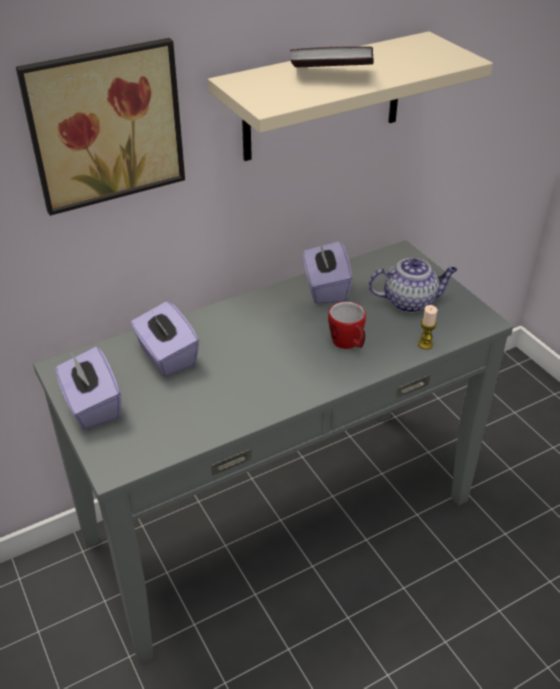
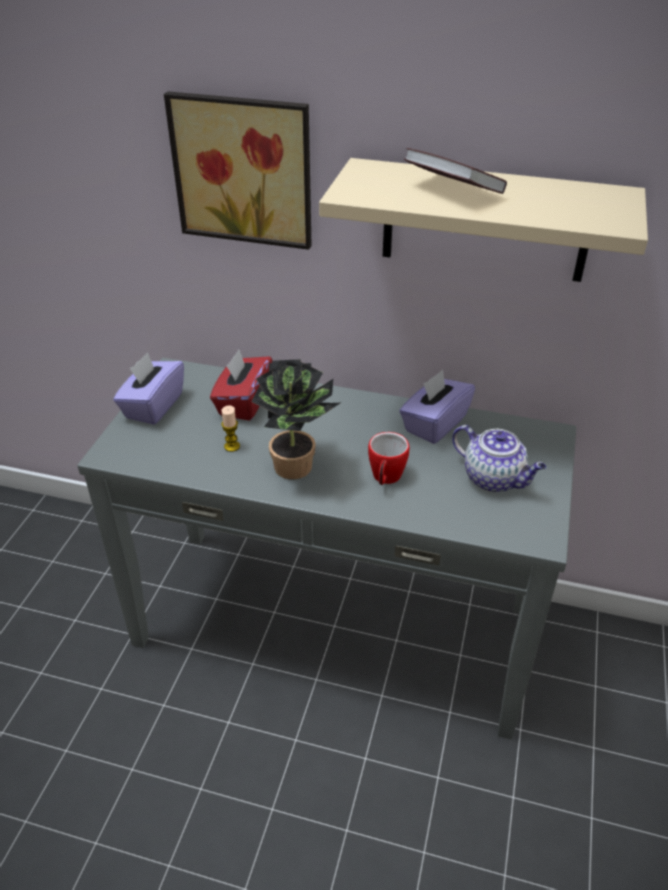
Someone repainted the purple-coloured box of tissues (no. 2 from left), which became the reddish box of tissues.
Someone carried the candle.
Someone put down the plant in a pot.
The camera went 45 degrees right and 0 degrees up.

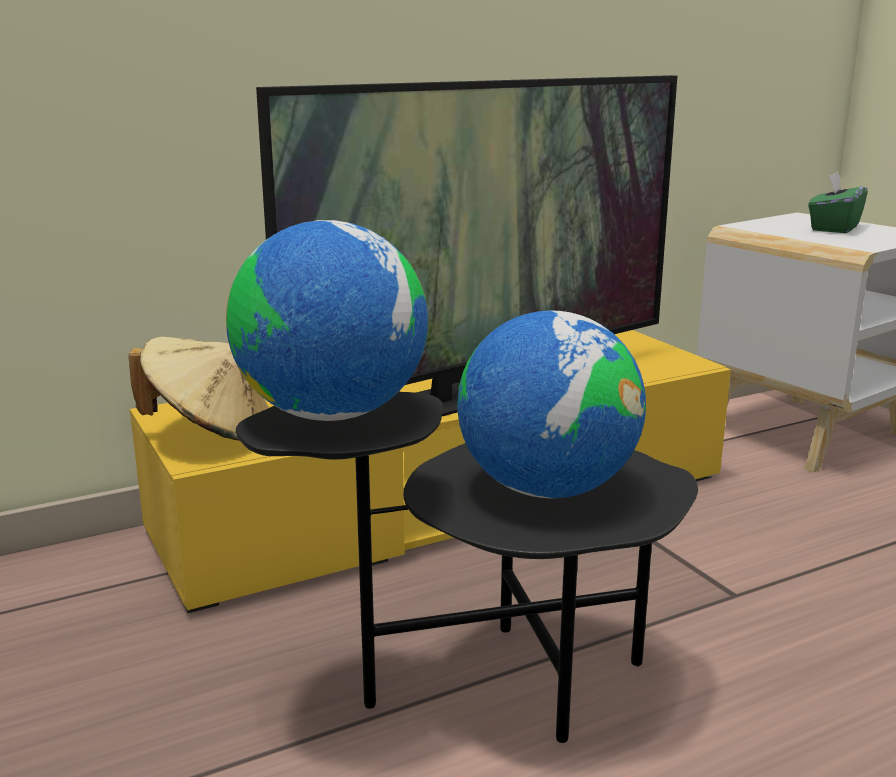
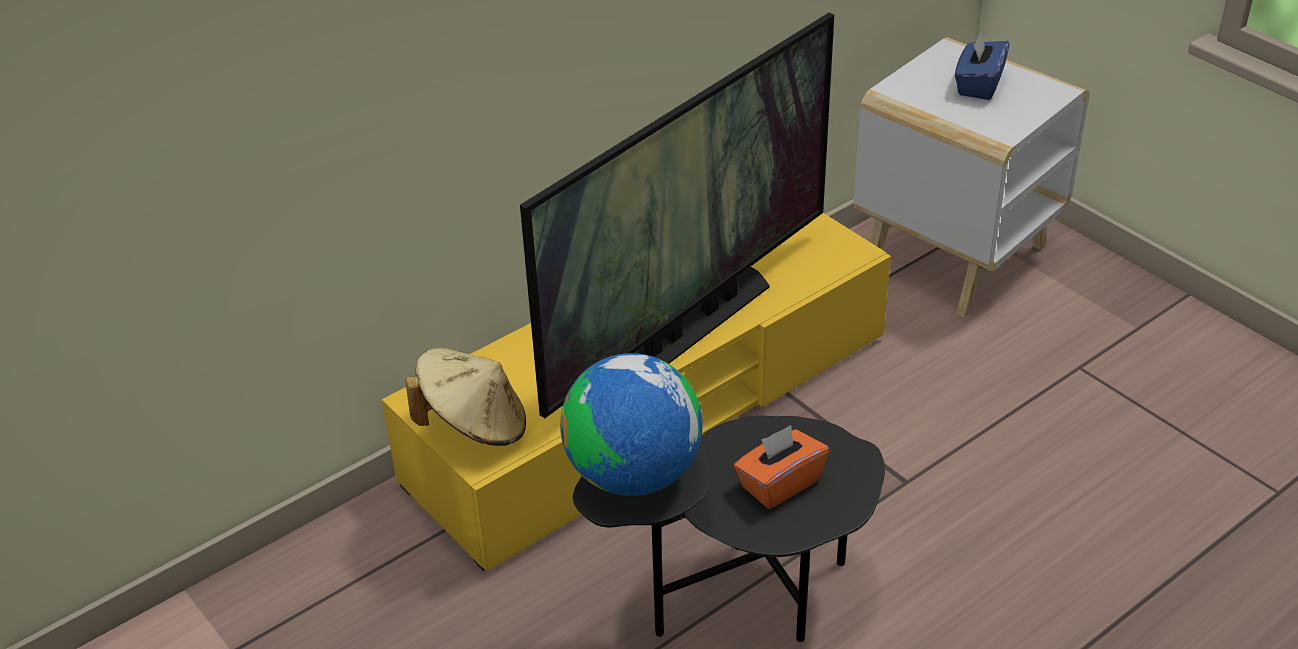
Someone swapped the world globe (no. 2 from left) for the orange-coloured box of tissues.
Someone repainted the greenish box of tissues, which became the blue-coloured box of tissues.
The camera went 10 degrees left and 20 degrees up.

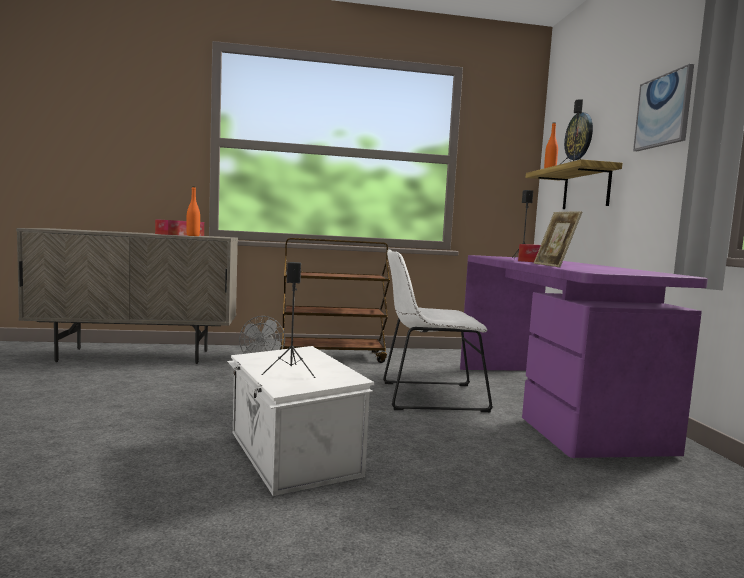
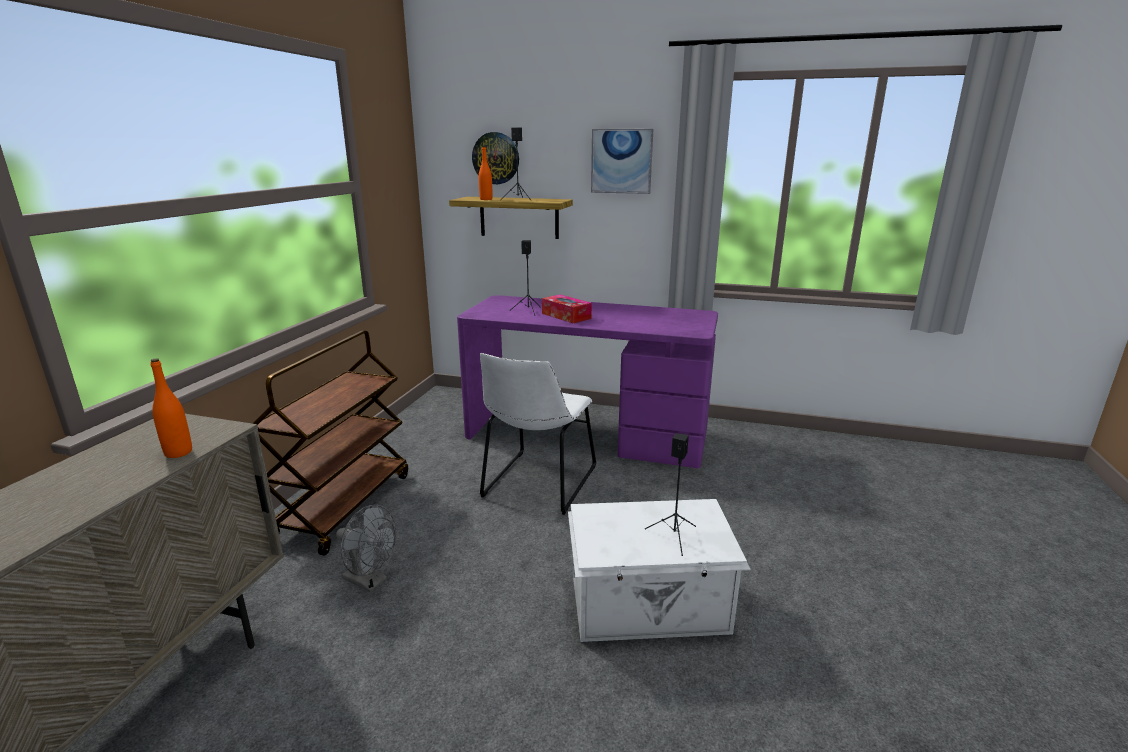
Someone took away the box of tissues (no. 1 from left).
Someone took away the photo frame.
The camera went 65 degrees left and 15 degrees up.

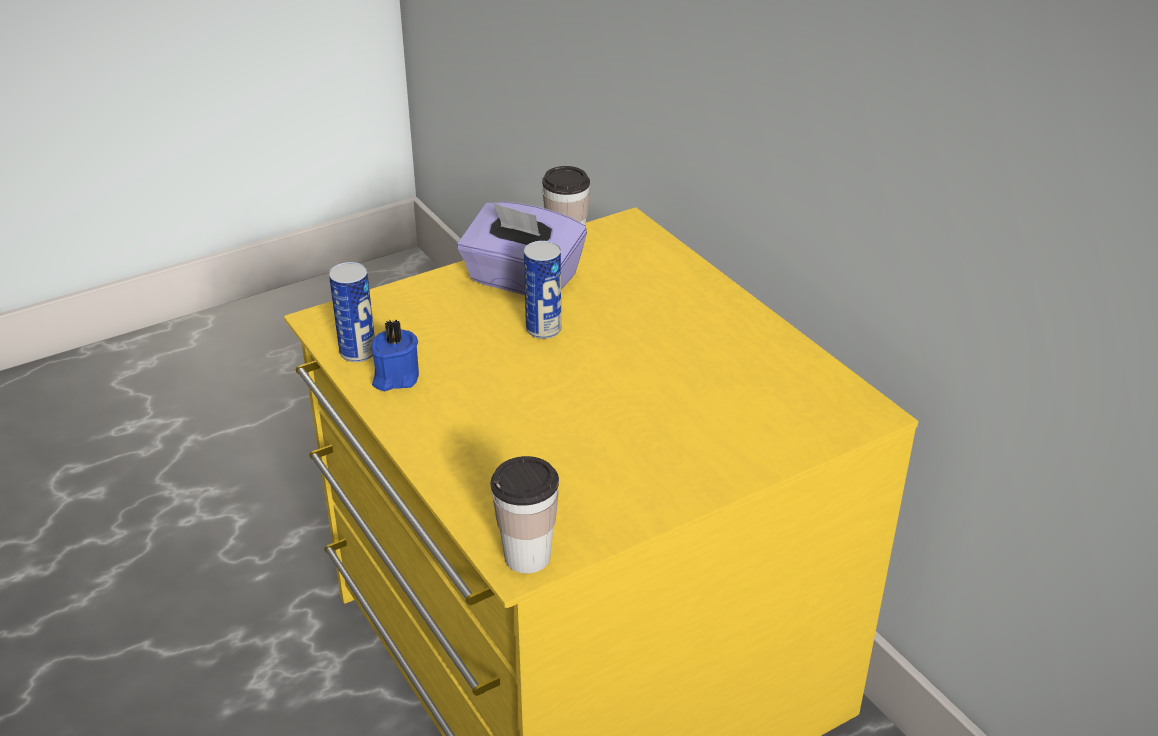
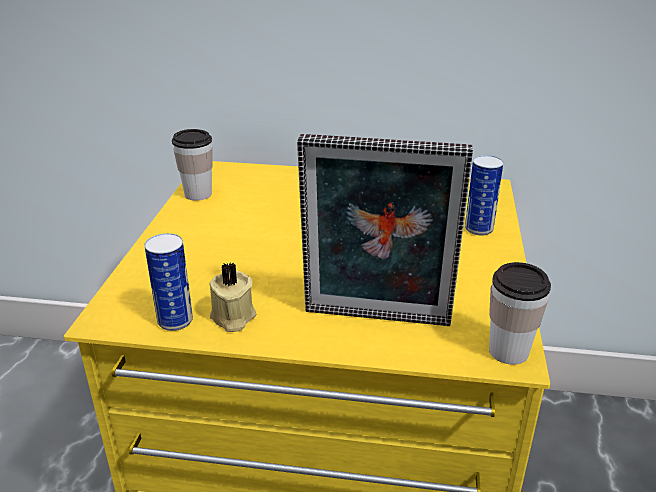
Someone repainted the blue-coloured candle, which became the beige candle.
Someone took away the purple-coloured box of tissues.
Someone carried the can (no. 2 from left).
Someone put down the photo frame.
The camera went 50 degrees left and 5 degrees down.

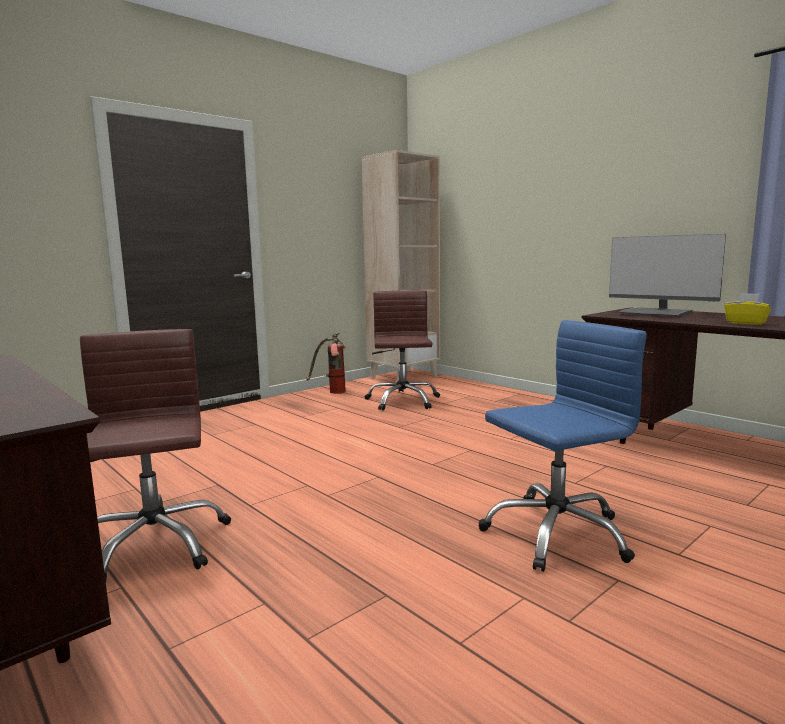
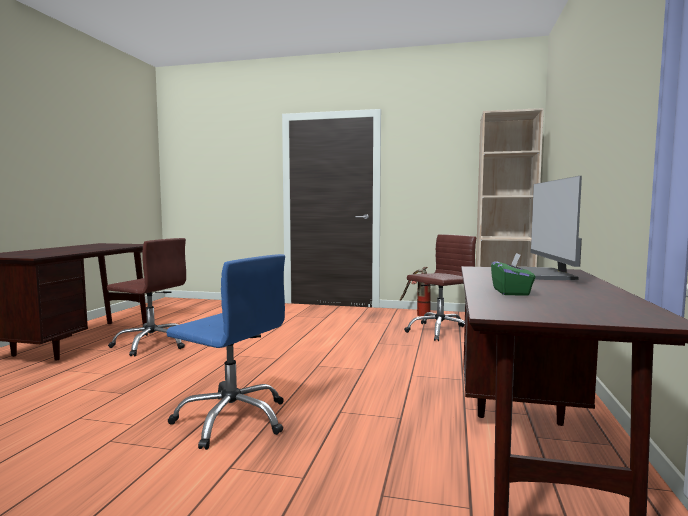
Someone rotated the brown-coloured computer chair (no. 1 from left) by 75 degrees clockwise.
Someone repainted the yellowish box of tissues, which became the greenish box of tissues.
The camera went 55 degrees right and 5 degrees down.

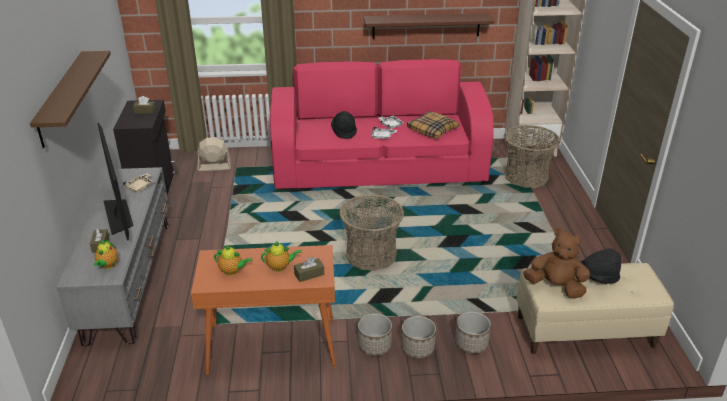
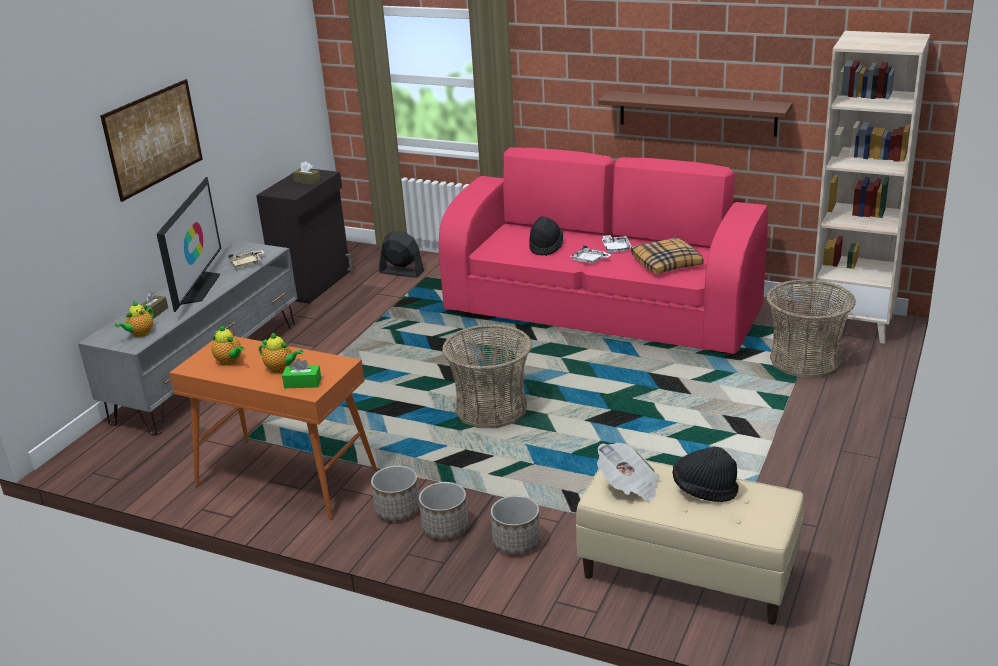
Someone swapped the brown-coloured shelf (no. 1 from left) for the wall picture.
Someone repainted the beige cooling fan, which became the blackish cooling fan.
Someone repainted the brown-coloured box of tissues (no. 3 from left), which became the greenish box of tissues.
Someone swapped the brown-coloured soft toy for the newspaper.
The camera went 30 degrees right and 5 degrees down.

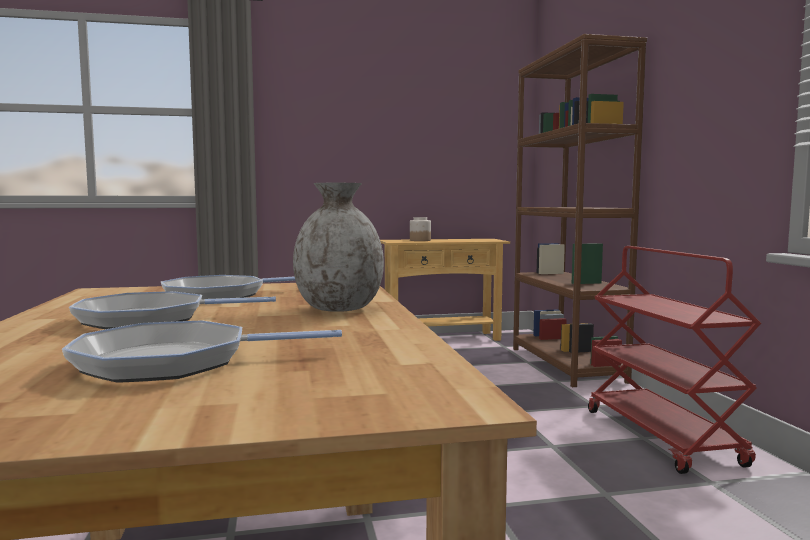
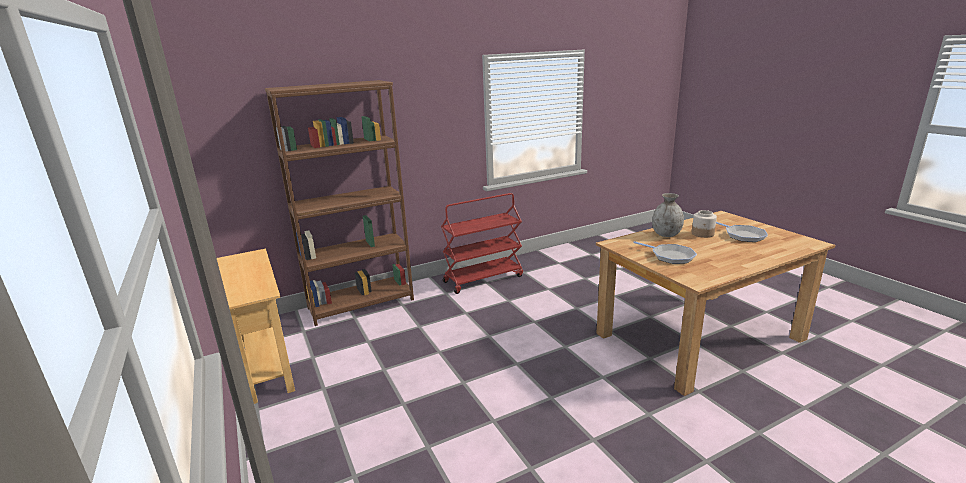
Someone took away the frying pan (no. 1 from left).
Someone carried the jar.
The camera went 105 degrees left and 15 degrees up.

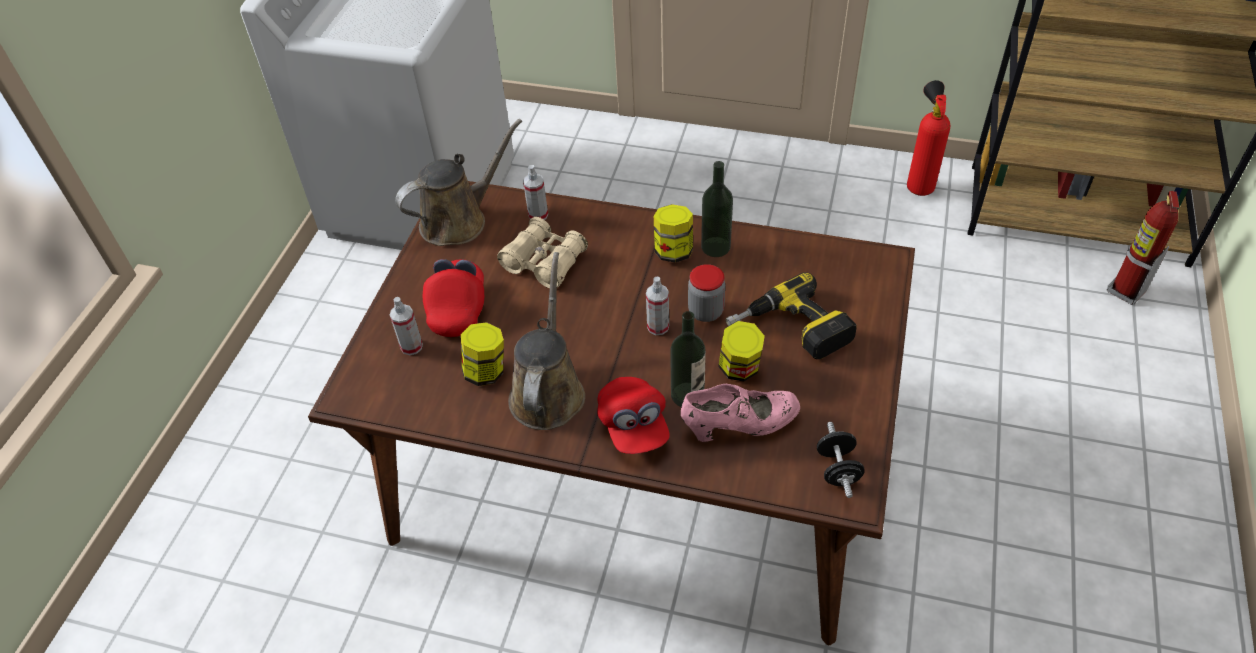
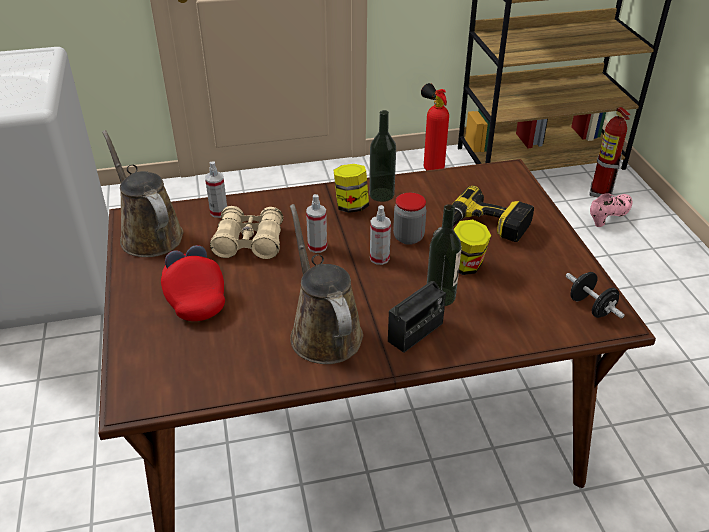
Someone carried the spray bottle (no. 1 from left in the first image).
Someone rotated the brown-coloured watering can (no. 1 from left) by 60 degrees counterclockwise.
Someone took away the jar (no. 1 from left).
Someone swapped the reddish baseball cap (no. 2 from left) for the radio.
Someone carried the pink low shoe.
The camera went 30 degrees left and 10 degrees down.

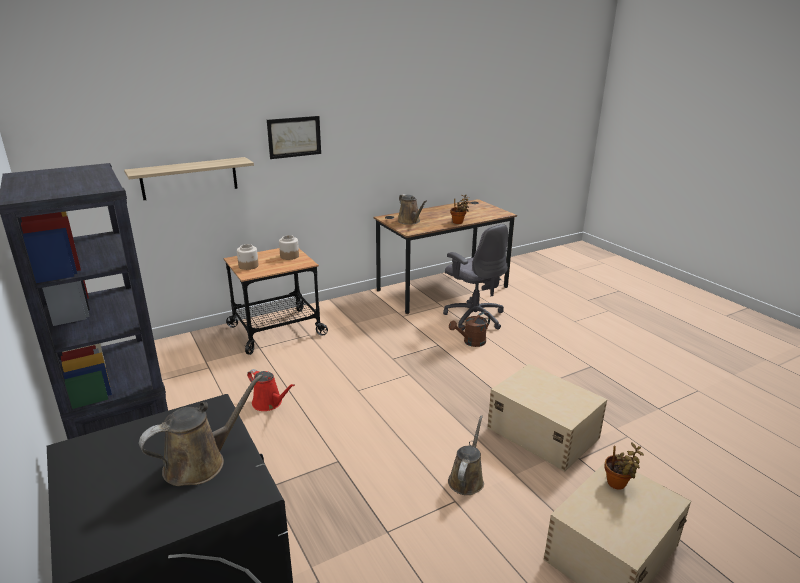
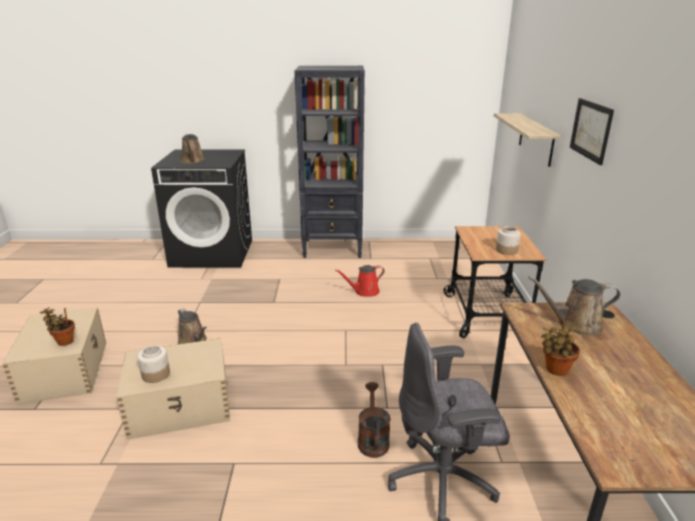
Someone carried the jar (no. 1 from left).
The camera went 120 degrees right and 0 degrees up.

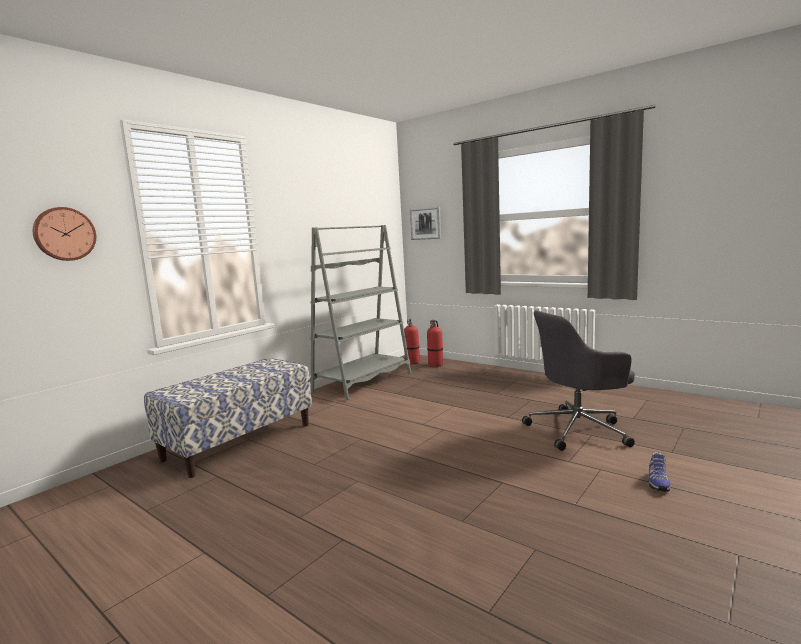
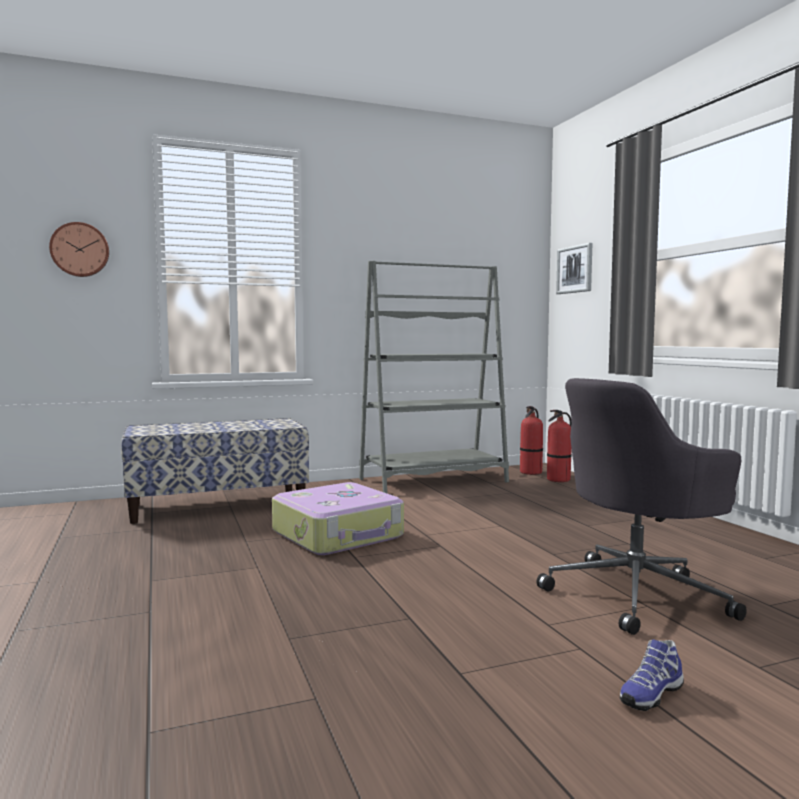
Someone rotated the greyish computer chair by 45 degrees counterclockwise.
Someone put down the travel case.
The camera went 30 degrees right and 5 degrees down.

